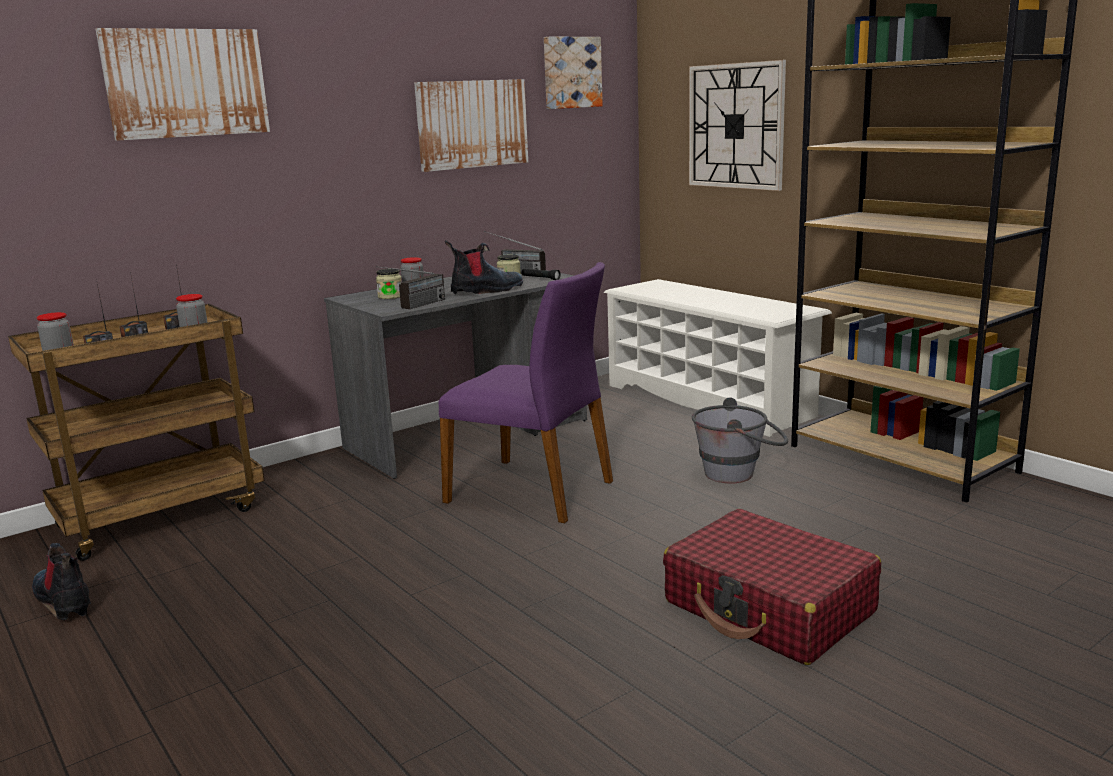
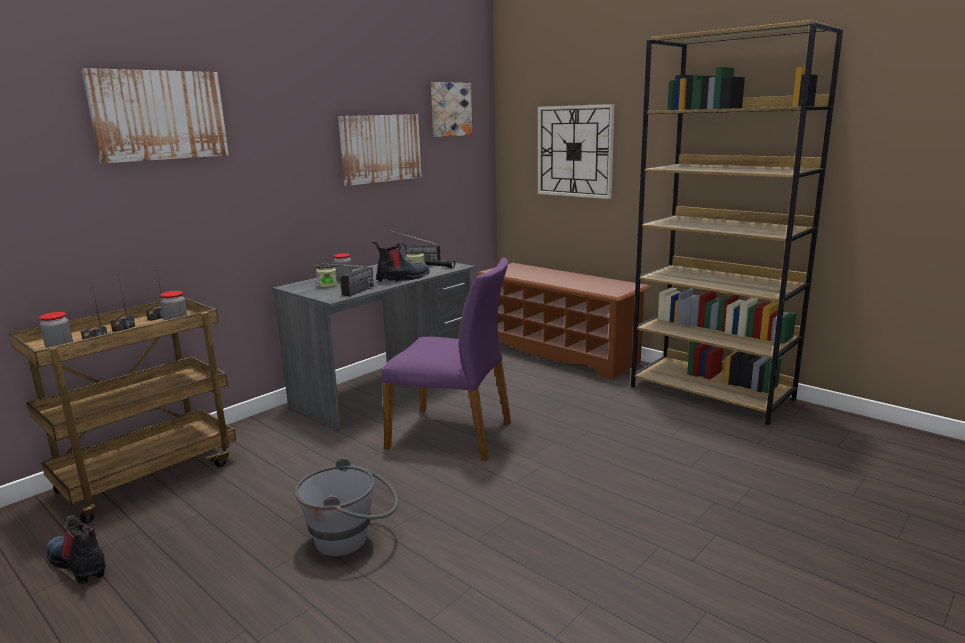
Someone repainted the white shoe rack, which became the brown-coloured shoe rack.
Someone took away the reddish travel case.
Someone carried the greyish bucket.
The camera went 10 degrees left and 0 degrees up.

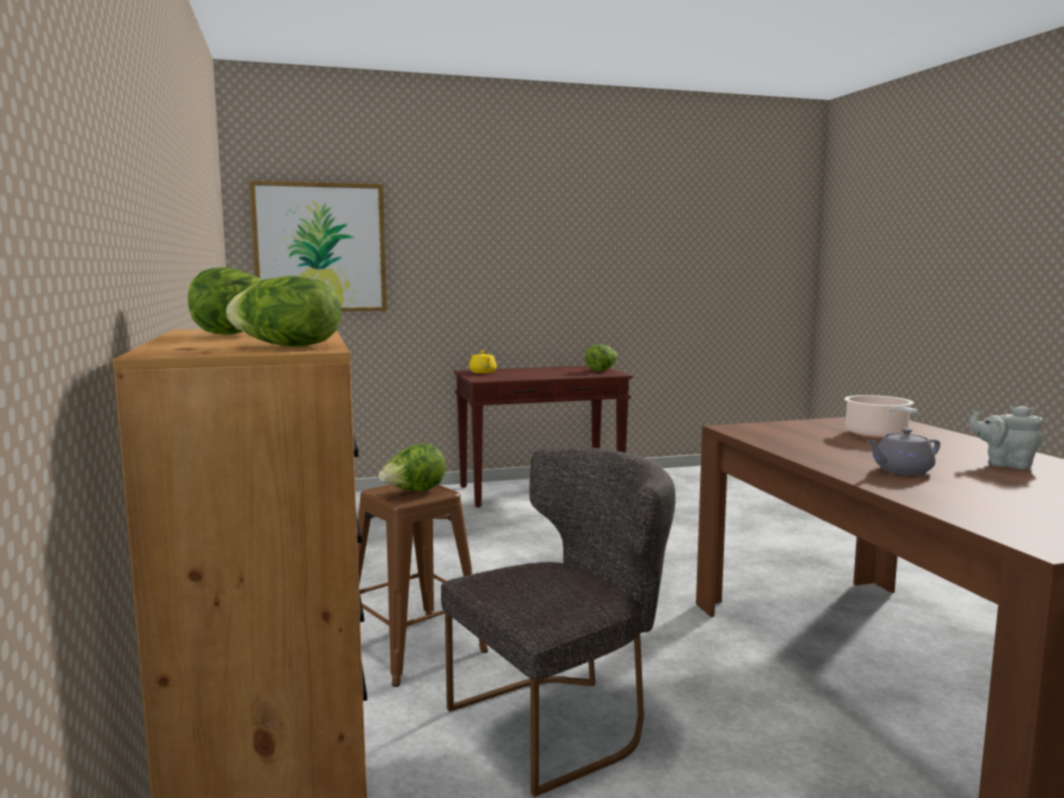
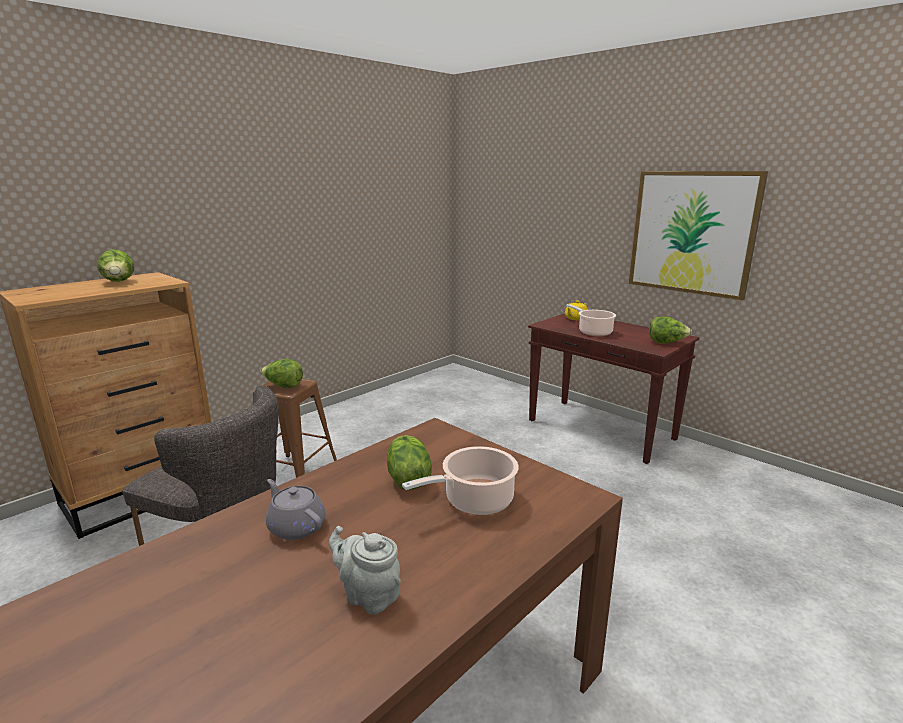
Someone carried the lettuce (no. 2 from left in the first image).
Someone carried the wall picture.
Someone rotated the greyish tea pot (no. 2 from left) by 60 degrees counterclockwise.
Someone put down the cooking pot (no. 2 from left).
The camera went 60 degrees right and 10 degrees up.

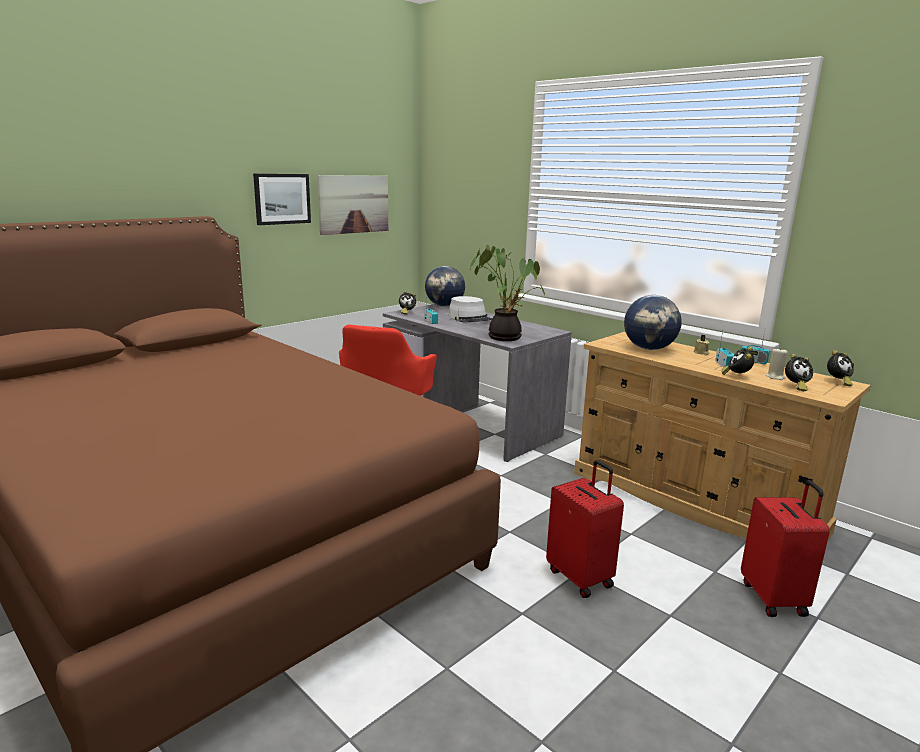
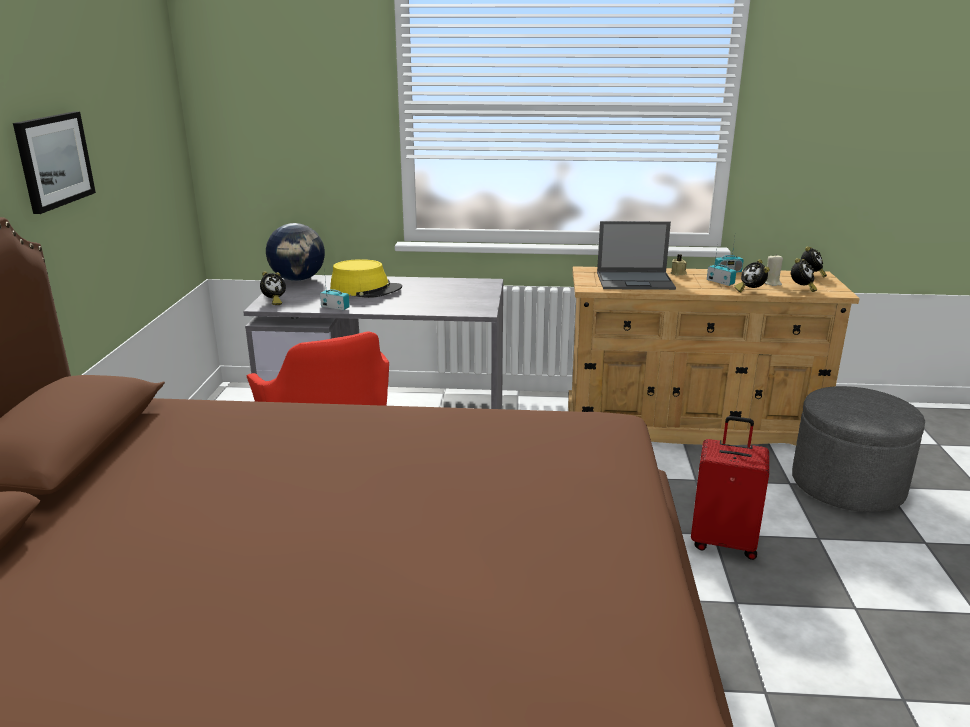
Someone took away the wall picture (no. 2 from left).
Someone repainted the greyish wearable hat, which became the yellowish wearable hat.
Someone took away the plant in a pot.
Someone swapped the world globe (no. 2 from left) for the notebook computer.
Someone swapped the reddish travel case (no. 2 from left) for the greyish footrest.
The camera went 40 degrees left and 5 degrees up.

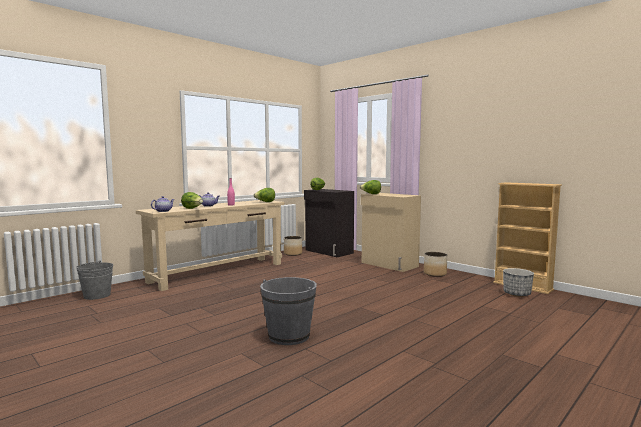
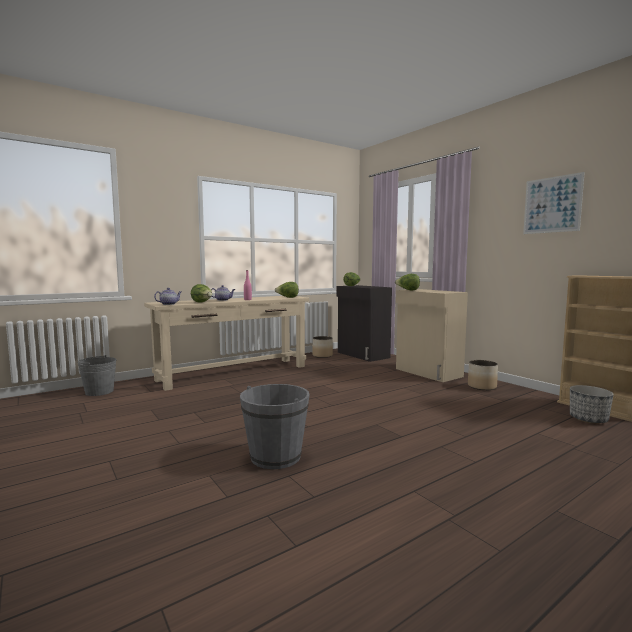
Someone put up the wall picture.
The camera went 10 degrees right and 0 degrees up.

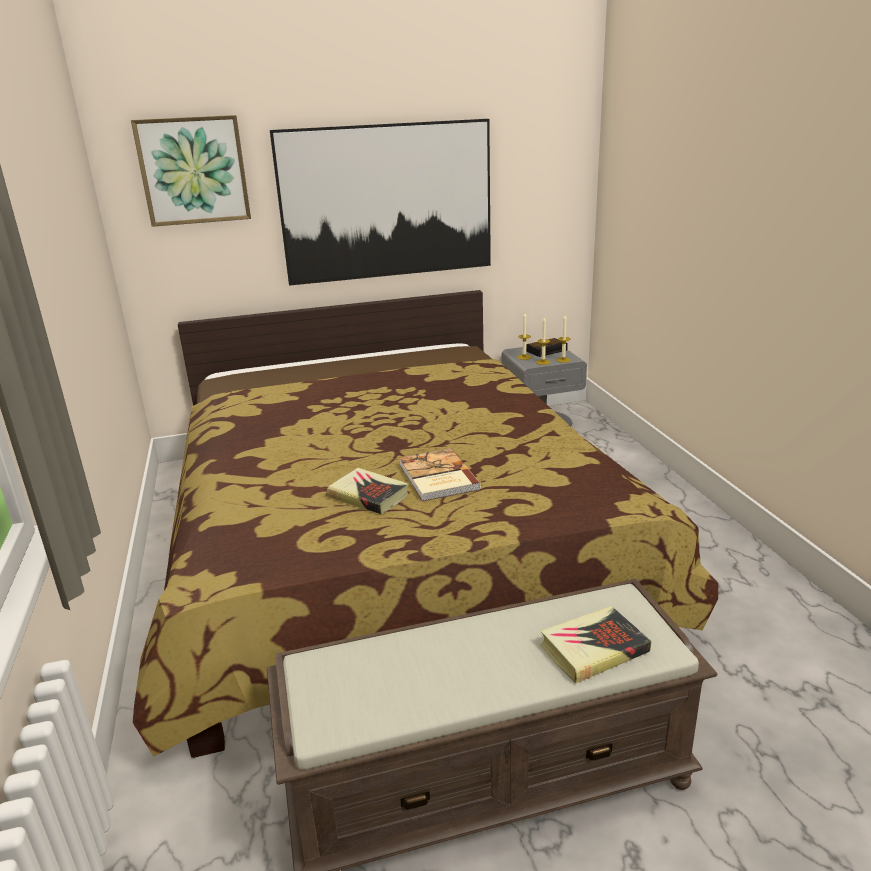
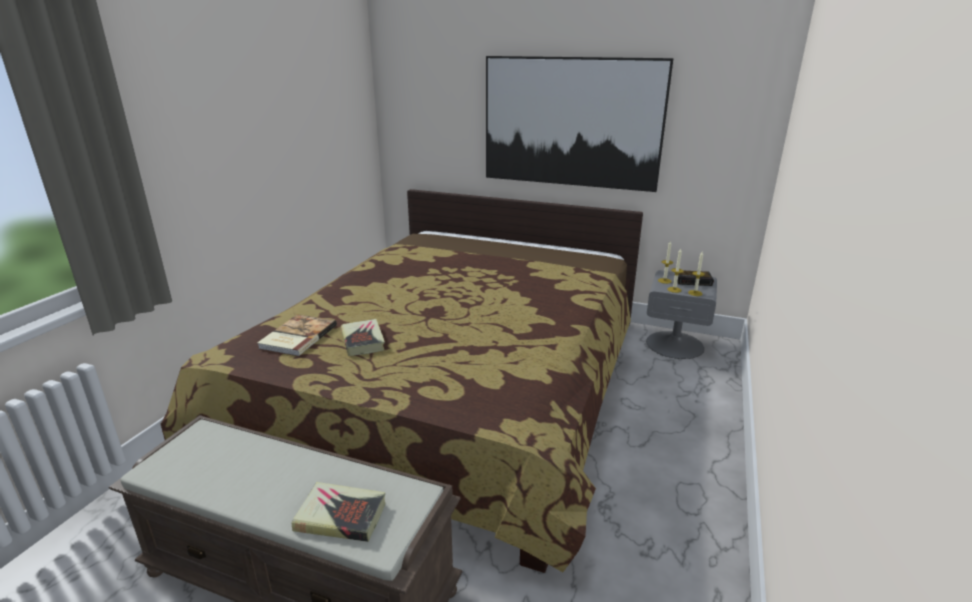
Someone took away the wall picture (no. 1 from left).
Someone carried the book (no. 2 from left in the first image).
The camera went 35 degrees right and 0 degrees up.

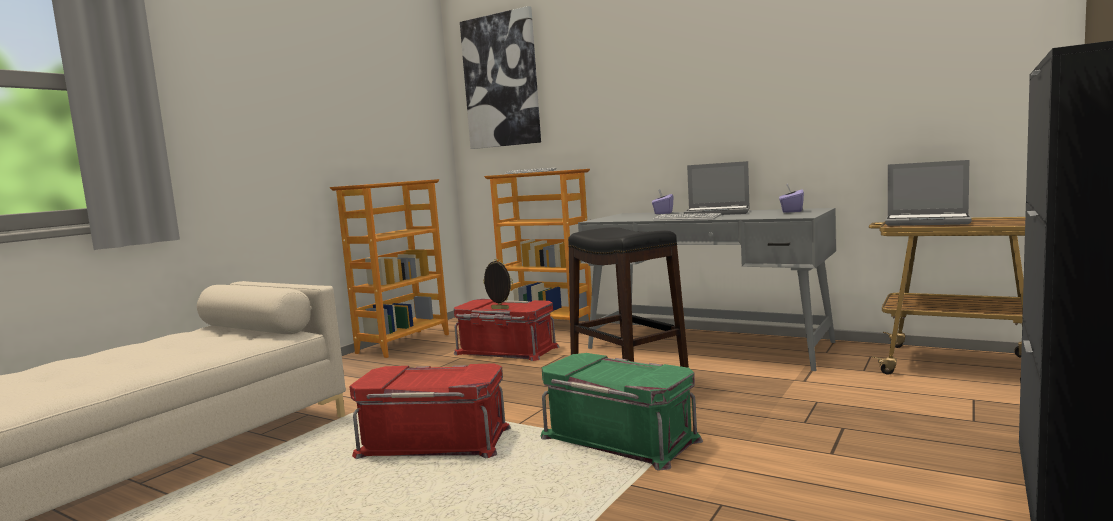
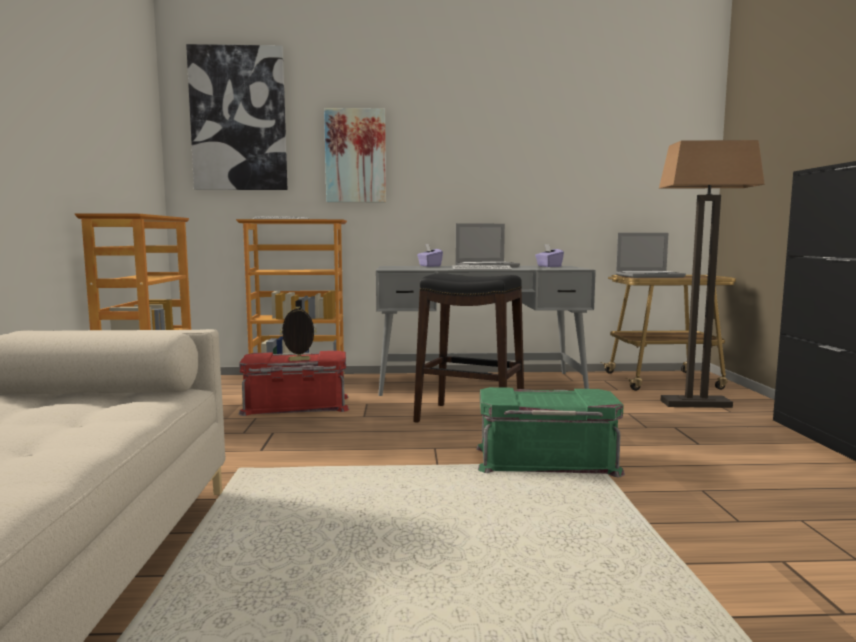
Someone took away the reddish storage bin (no. 1 from left).
Someone put up the wall picture (no. 2 from left).
Someone put down the standing lamp.
The camera went 35 degrees left and 0 degrees up.

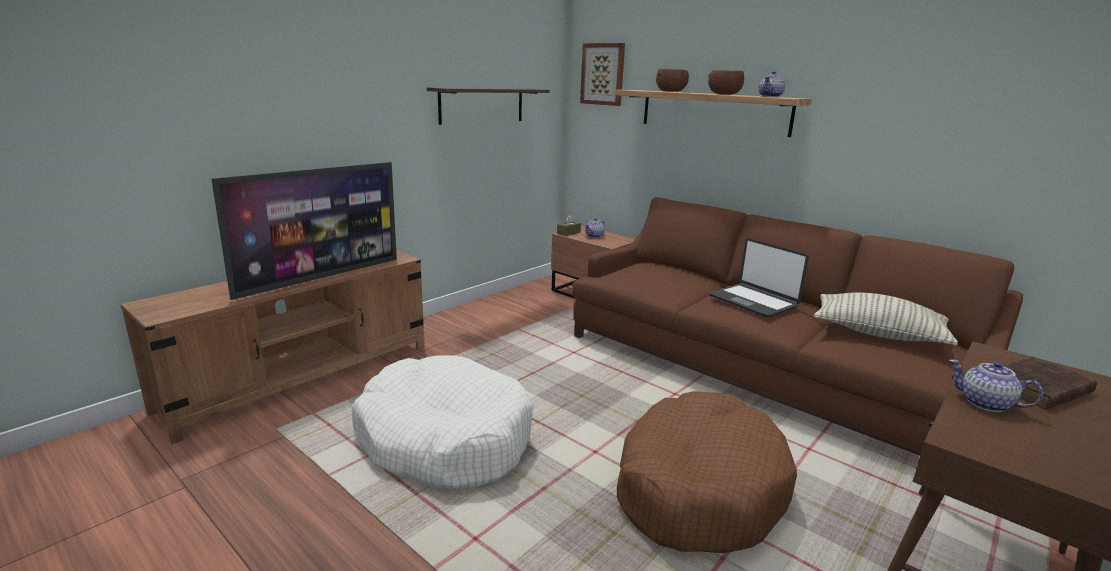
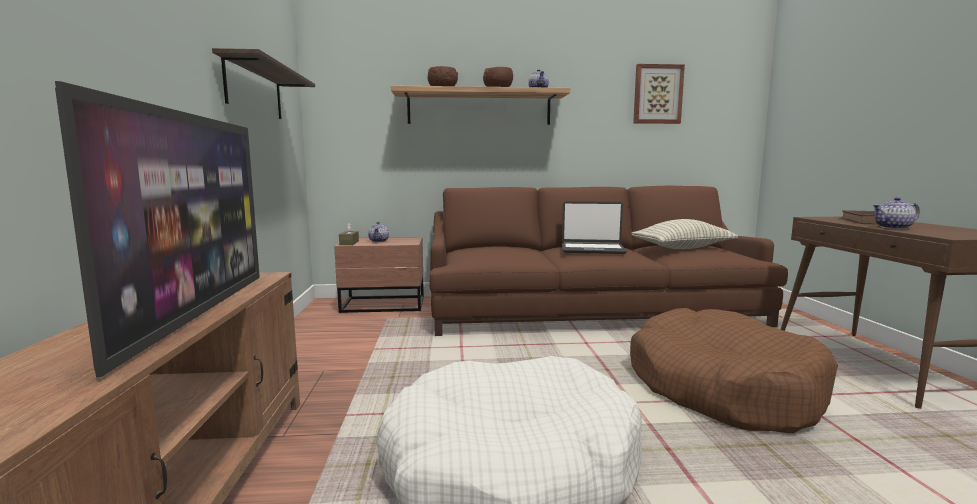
Someone carried the wall picture.
The camera went 45 degrees left and 10 degrees down.

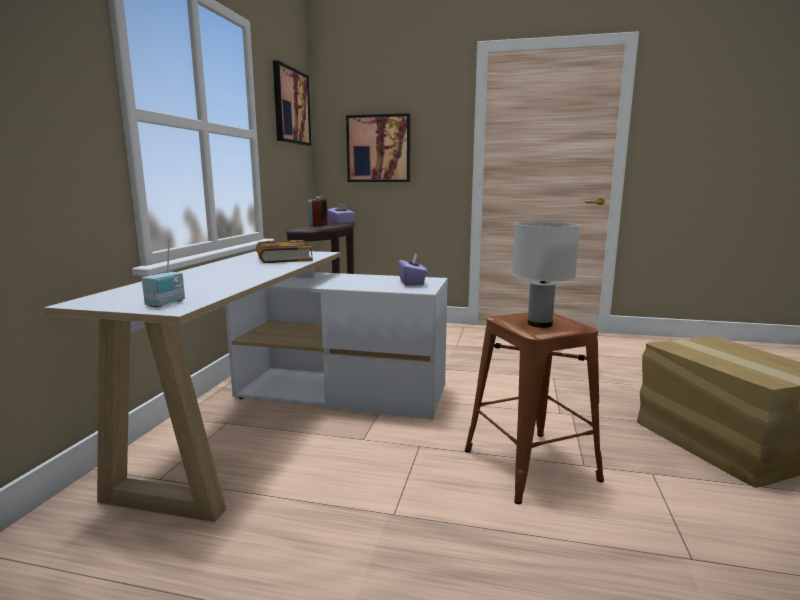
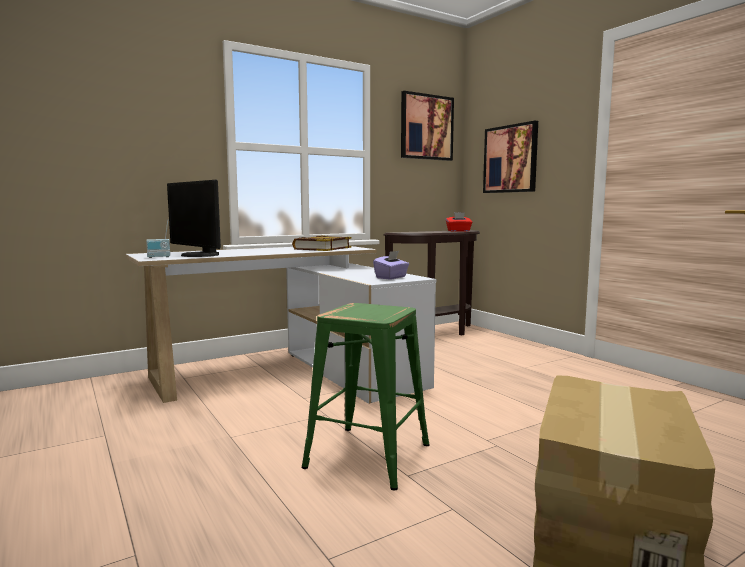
Someone took away the table clock.
Someone repainted the purple-coloured box of tissues (no. 1 from left), which became the reddish box of tissues.
Someone repainted the brown-coloured stool, which became the greenish stool.
Someone took away the white lamp for a table.
Someone put down the computer display.
The camera went 45 degrees right and 5 degrees down.

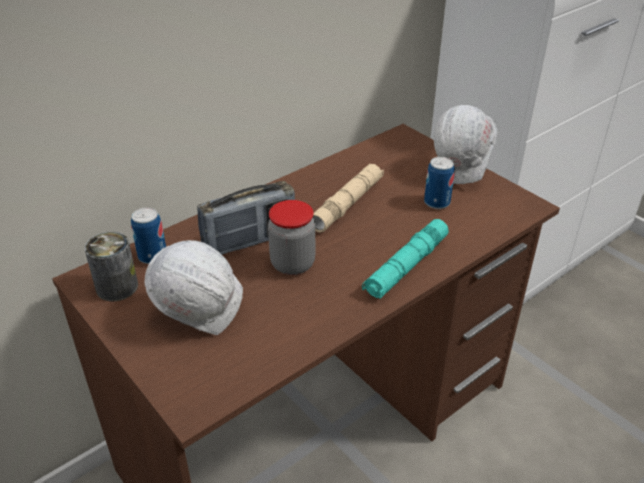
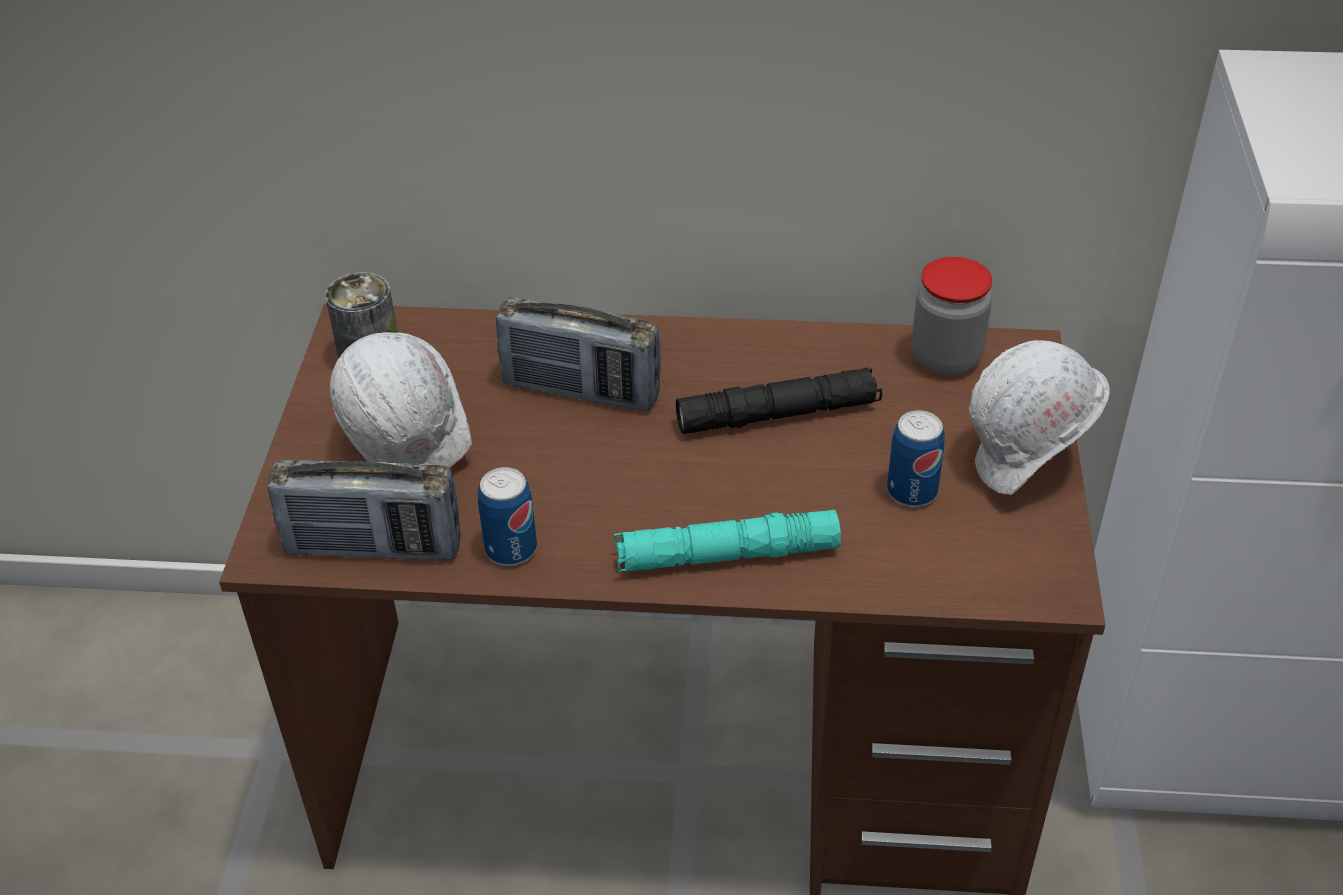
Someone carried the can (no. 2 from left).
Someone carried the jar.
Someone repainted the beige torch, which became the blackish torch.
Someone put down the radio (no. 1 from left).
The camera went 45 degrees right and 5 degrees up.

